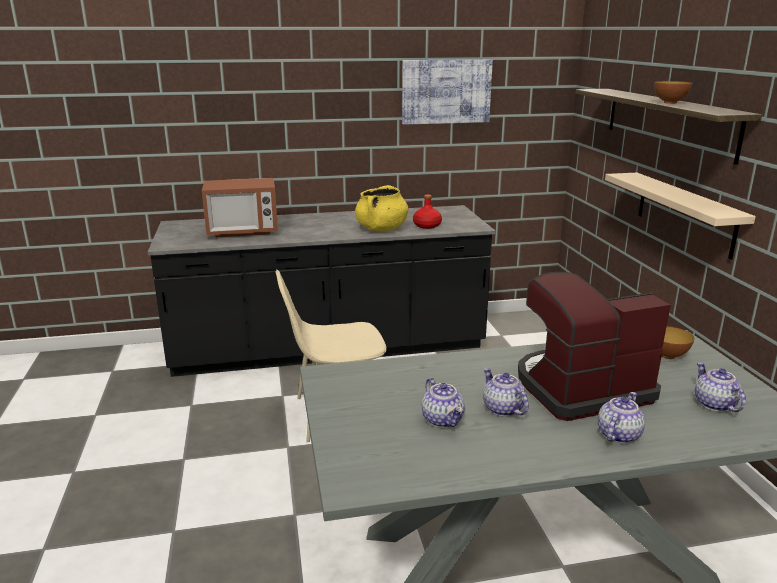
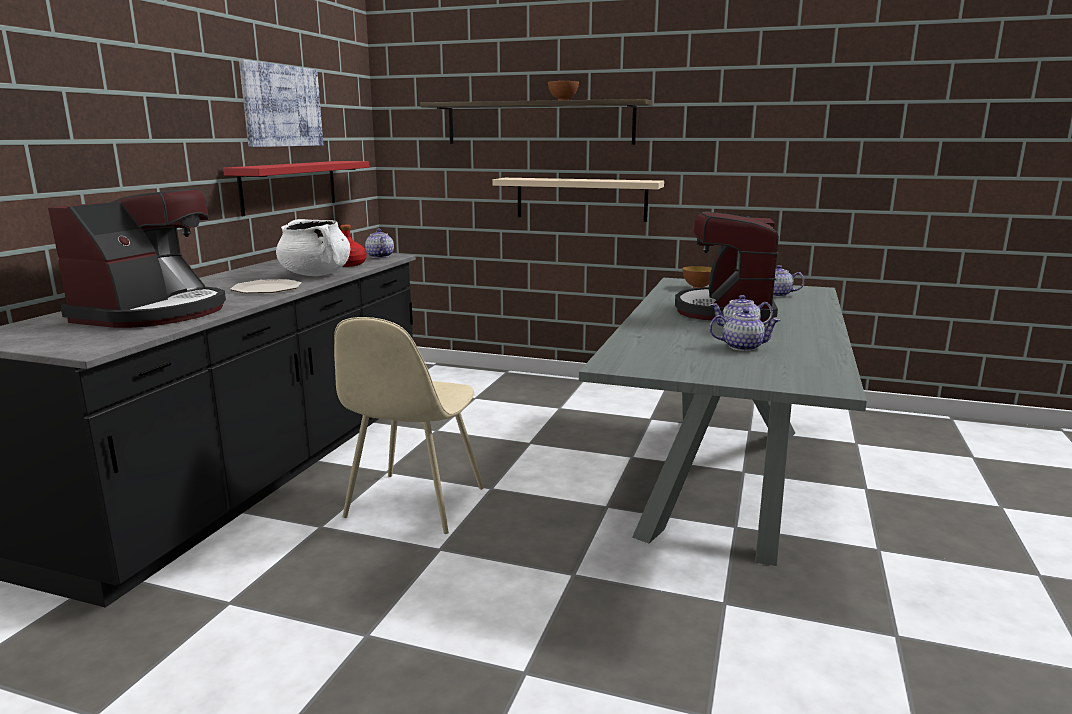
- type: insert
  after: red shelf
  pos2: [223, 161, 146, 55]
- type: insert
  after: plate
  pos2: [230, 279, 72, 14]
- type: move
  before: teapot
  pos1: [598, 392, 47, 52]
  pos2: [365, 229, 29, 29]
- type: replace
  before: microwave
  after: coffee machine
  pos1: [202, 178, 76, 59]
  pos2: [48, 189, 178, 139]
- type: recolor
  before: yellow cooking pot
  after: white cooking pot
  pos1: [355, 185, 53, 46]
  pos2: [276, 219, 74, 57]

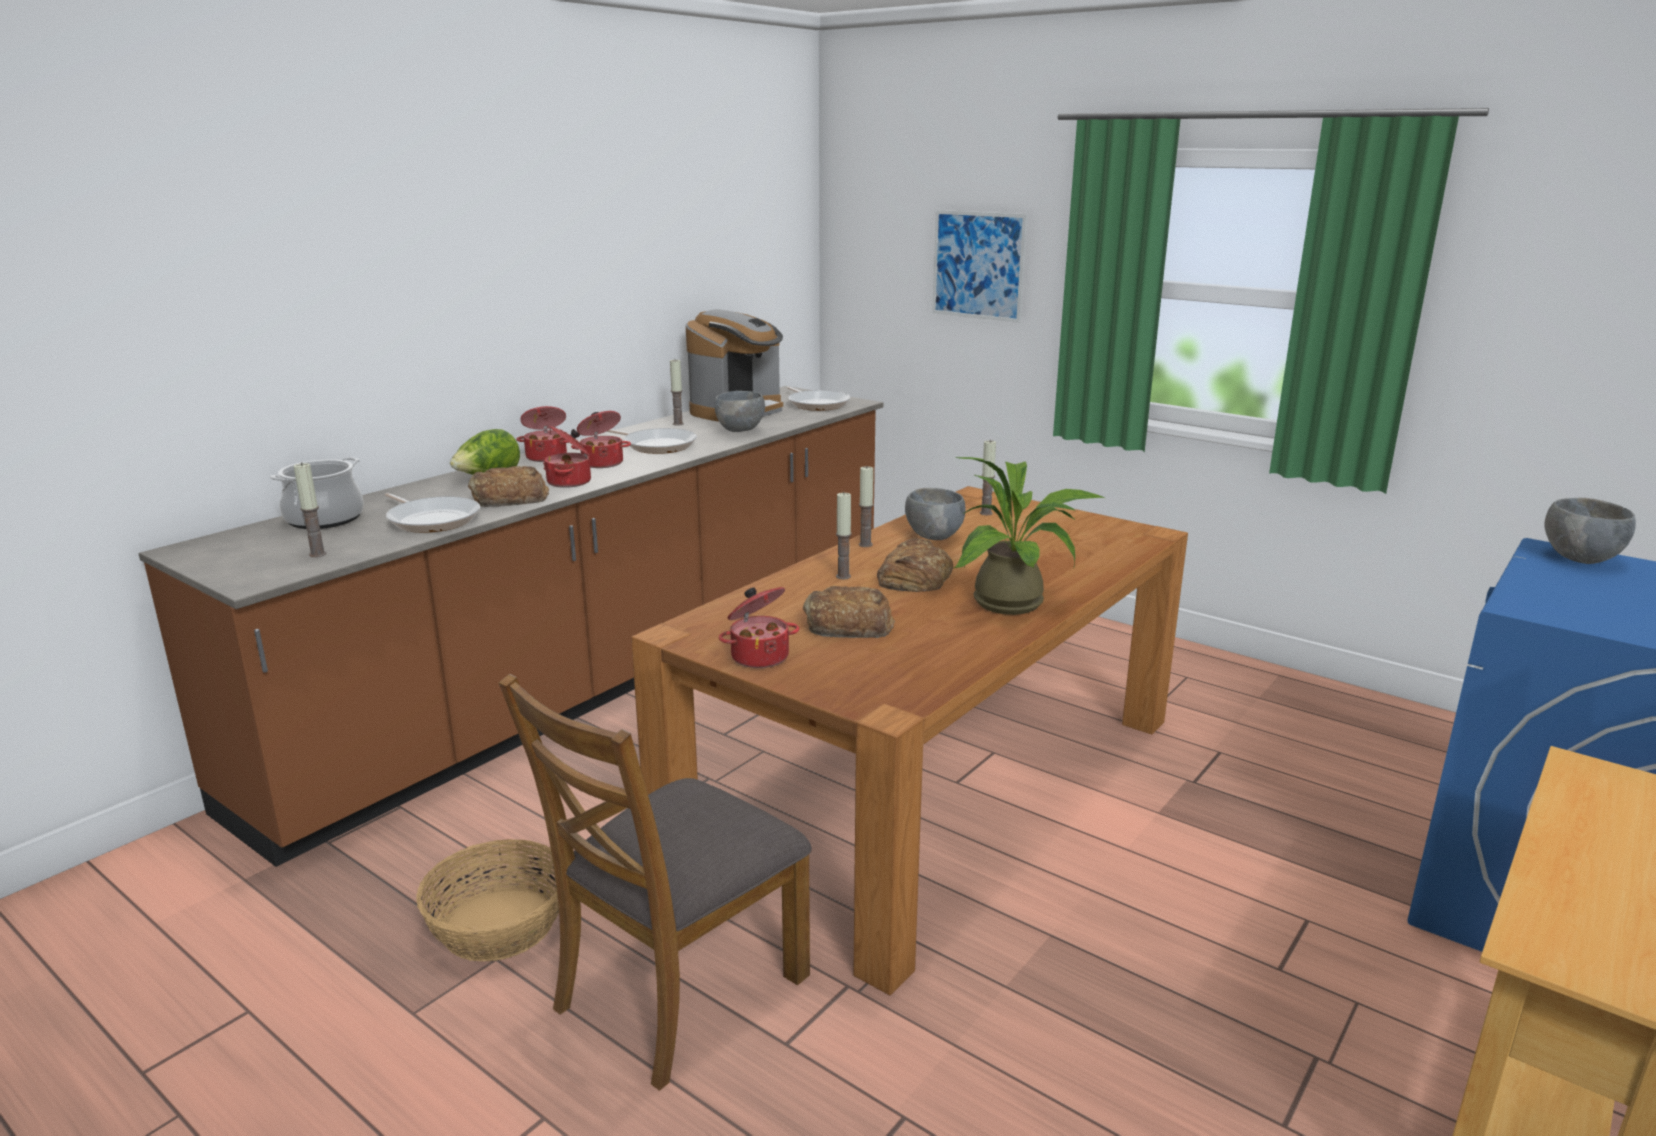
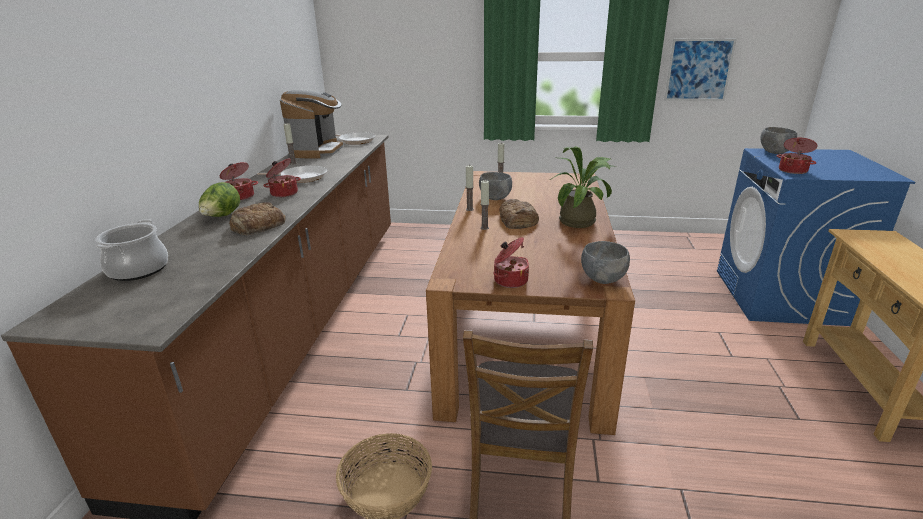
- type: delete
  before: candle
  pos1: [294, 462, 33, 95]
- type: delete
  before: frying pan
  pos1: [385, 493, 95, 40]
- type: delete
  before: bread
  pos1: [803, 586, 92, 52]
- type: move
  before: cooking pot
  pos1: [543, 426, 48, 62]
  pos2: [777, 138, 40, 36]
- type: move
  before: grey bowl
  pos1: [714, 391, 51, 41]
  pos2: [581, 241, 49, 43]
- type: move
  before: picture
  pos1: [932, 210, 95, 113]
  pos2: [664, 38, 73, 63]

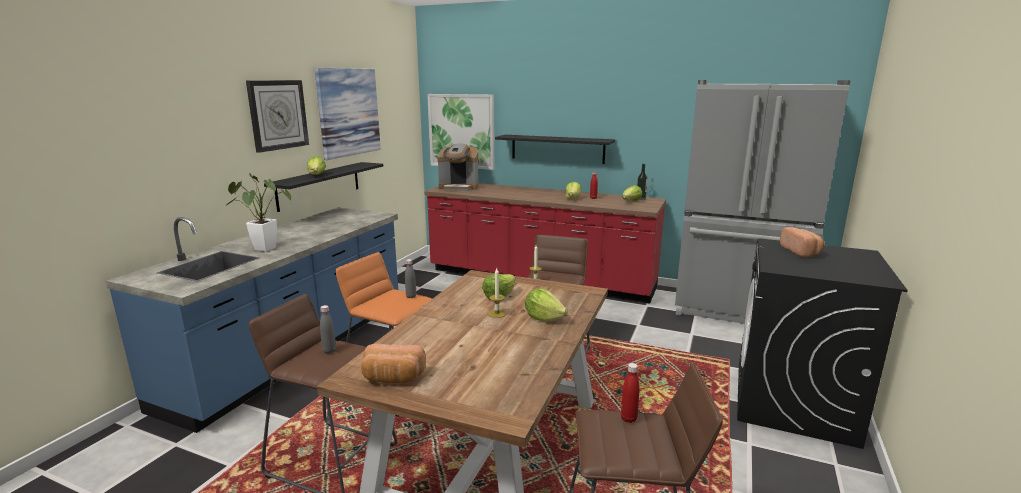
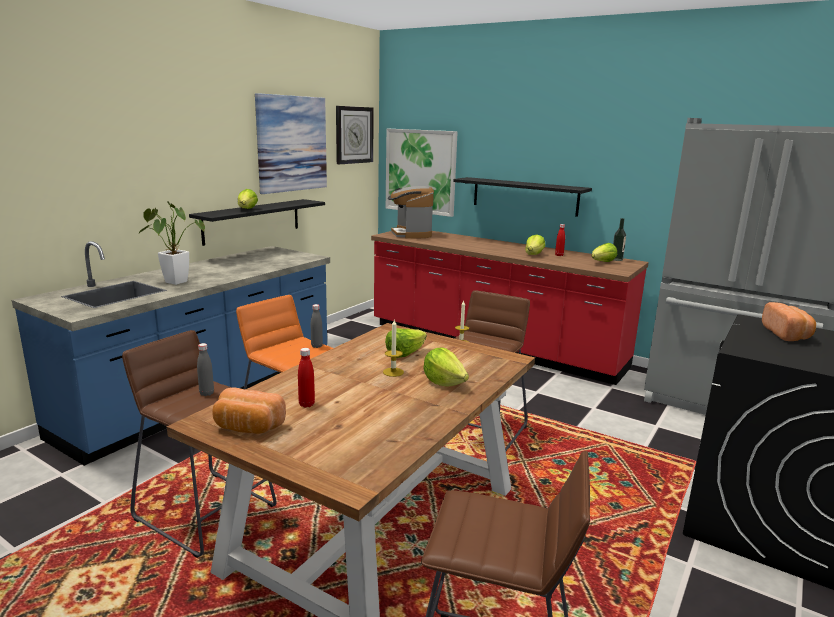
- type: move
  before: wall clock
  pos1: [246, 80, 63, 73]
  pos2: [336, 106, 38, 58]
- type: move
  before: red bottle
  pos1: [621, 363, 18, 60]
  pos2: [298, 348, 17, 60]
- type: rotate
  before: coffee machine
  pos1: [437, 143, 42, 48]
  pos2: [388, 186, 46, 53]
  turn: 60

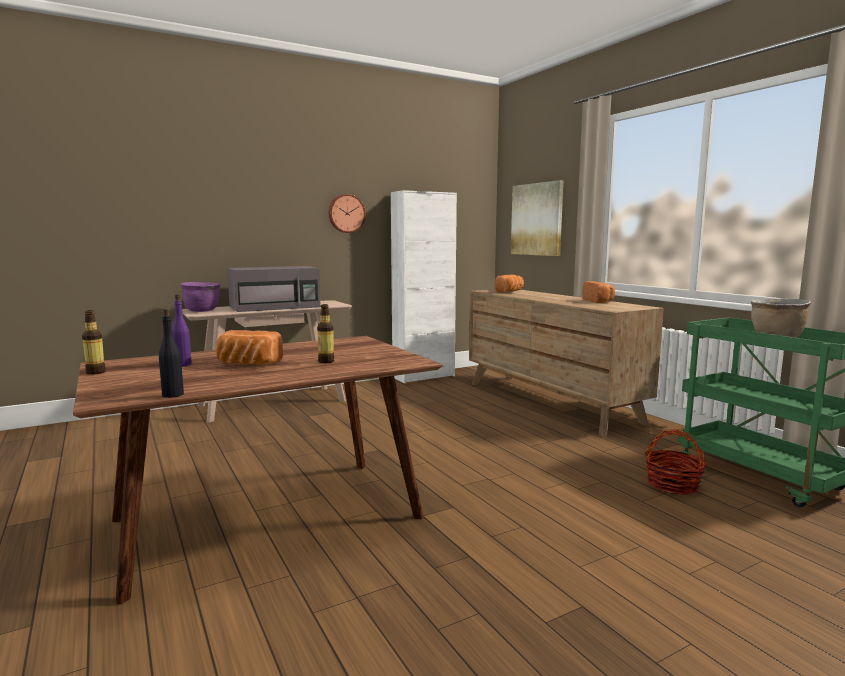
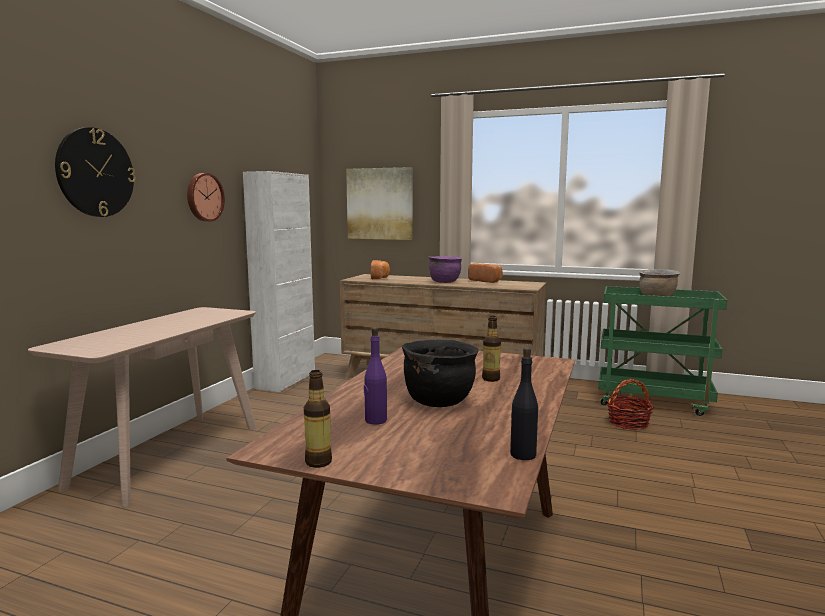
- type: delete
  before: grey microwave
  pos1: [227, 266, 94, 46]
- type: insert
  after: wall clock
  pos2: [55, 127, 81, 90]
- type: move
  before: purple cooking pot
  pos1: [180, 282, 41, 30]
  pos2: [429, 256, 34, 27]
- type: replace
  before: bread
  after: black cooking pot
  pos1: [216, 330, 67, 35]
  pos2: [402, 340, 77, 67]

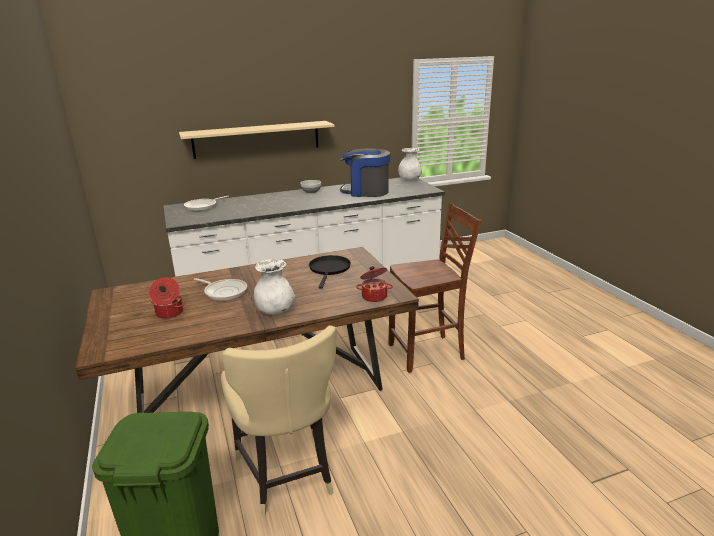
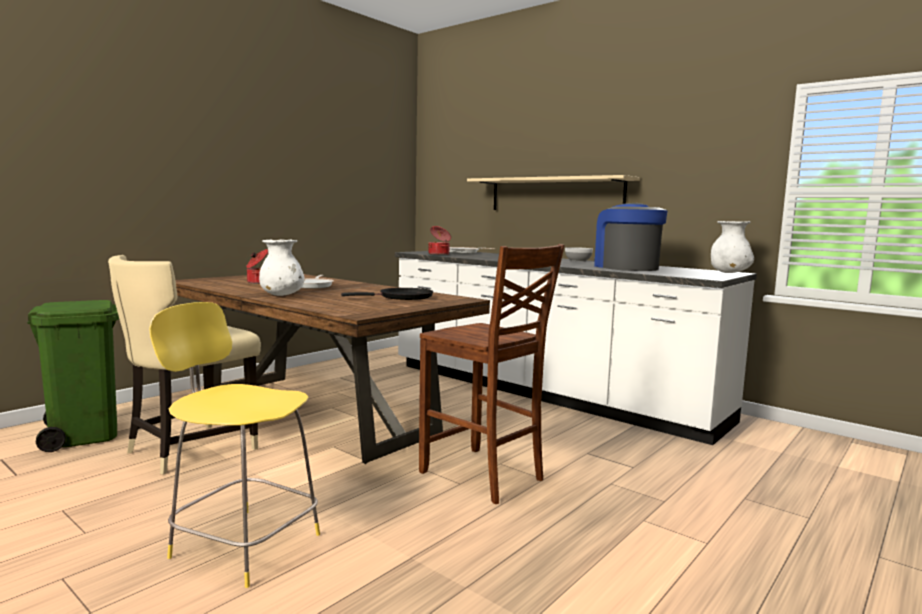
- type: insert
  after: yellow stool
  pos2: [149, 302, 171, 286]
- type: move
  before: cooking pot
  pos1: [356, 266, 37, 36]
  pos2: [429, 226, 22, 29]

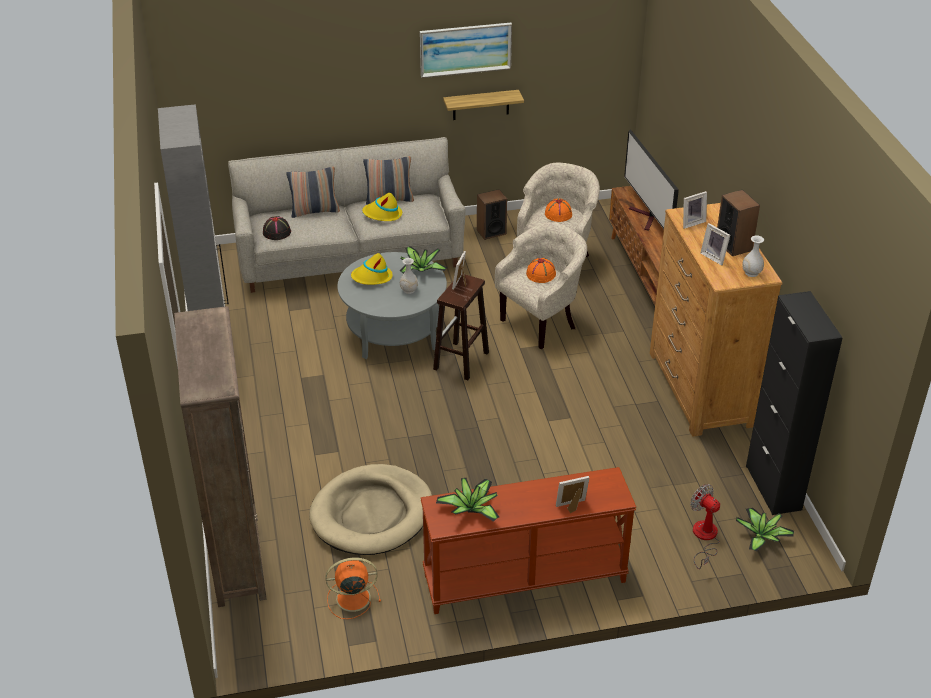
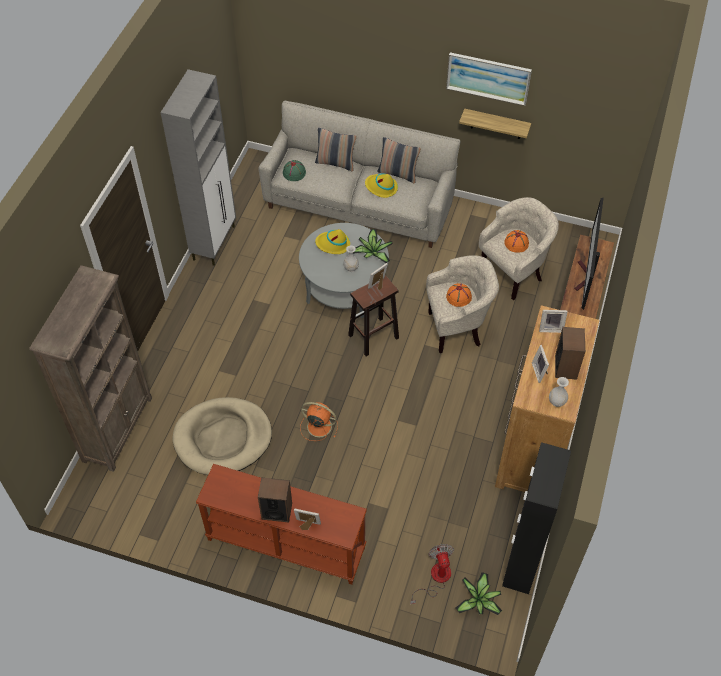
- type: delete
  before: potted plant
  pos1: [436, 478, 63, 44]
- type: move
  before: orange fan
  pos1: [326, 558, 55, 61]
  pos2: [300, 402, 38, 39]
- type: move
  before: speaker
  pos1: [477, 189, 30, 51]
  pos2: [258, 477, 34, 46]
- type: recolor
  before: black hat
  after: green hat
  pos1: [263, 216, 28, 24]
  pos2: [283, 160, 23, 21]

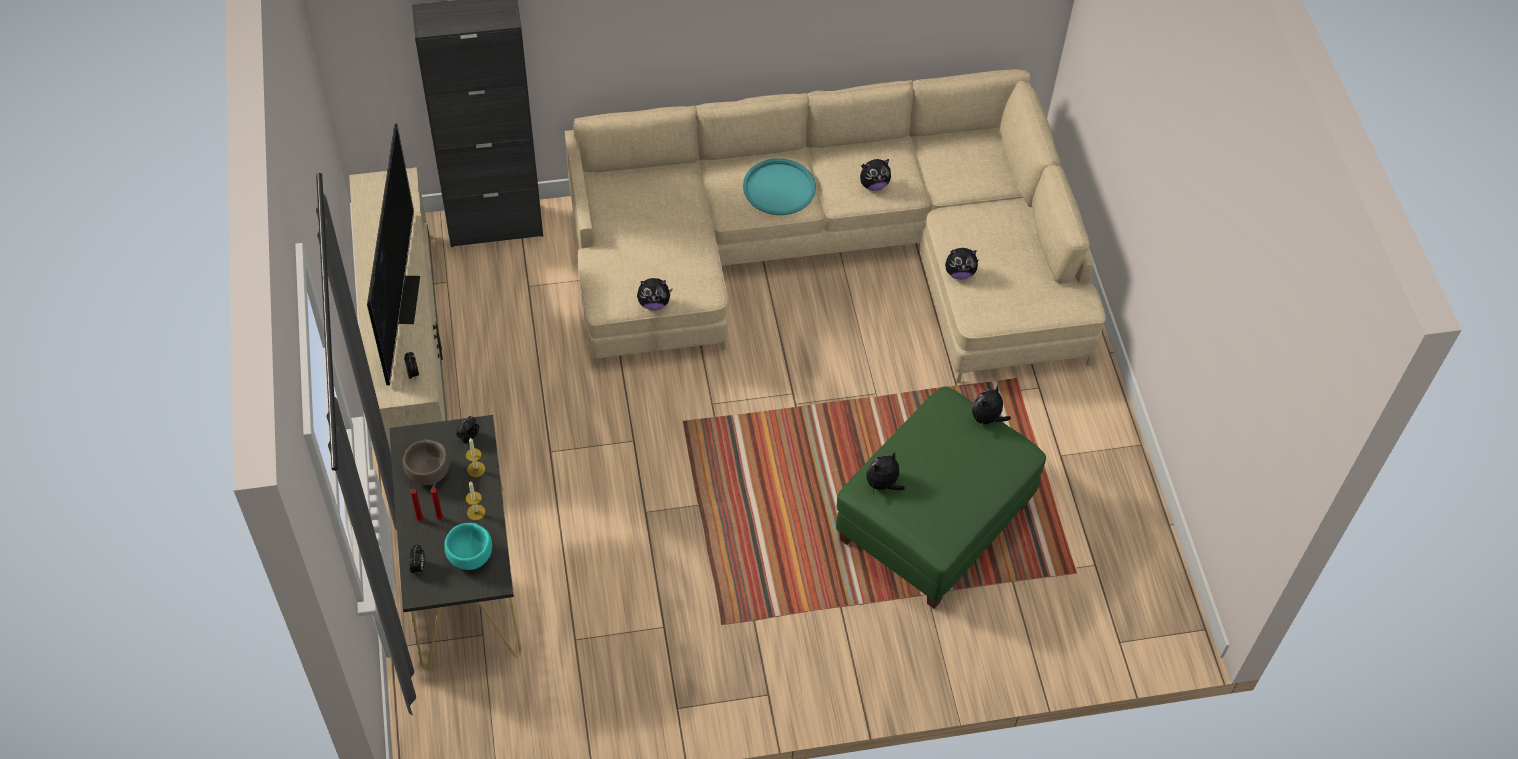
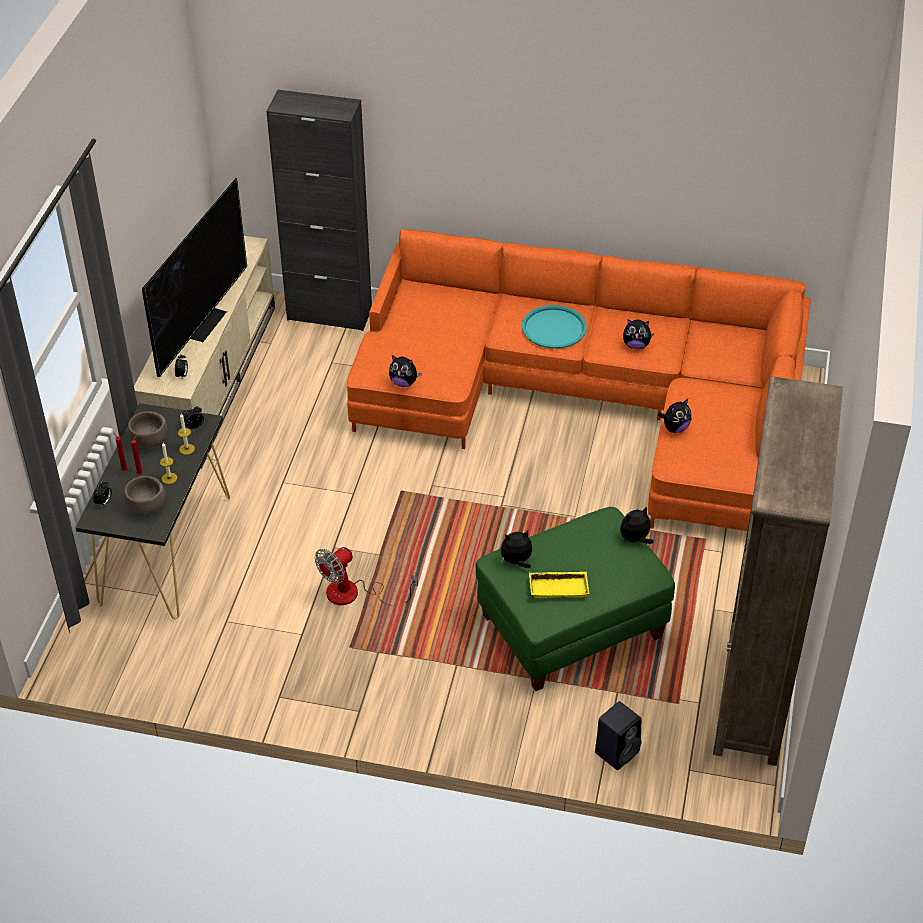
- type: insert
  after: fan
  pos2: [315, 547, 103, 59]
- type: insert
  after: yellow tray
  pos2: [529, 572, 60, 26]
- type: insert
  after: black speaker
  pos2: [595, 701, 46, 69]
- type: insert
  after: brown bookcase
  pos2: [713, 376, 130, 390]
- type: recolor
  before: turquoise bowl
  after: brown bowl
  pos1: [444, 523, 48, 47]
  pos2: [124, 476, 41, 39]
- type: recolor
  before: beige sofa
  after: orange sofa
  pos1: [565, 69, 541, 314]
  pos2: [346, 229, 465, 302]
- type: rotate
  before: plush toy
  pos1: [945, 248, 34, 32]
  pos2: [658, 399, 33, 34]
  turn: -60

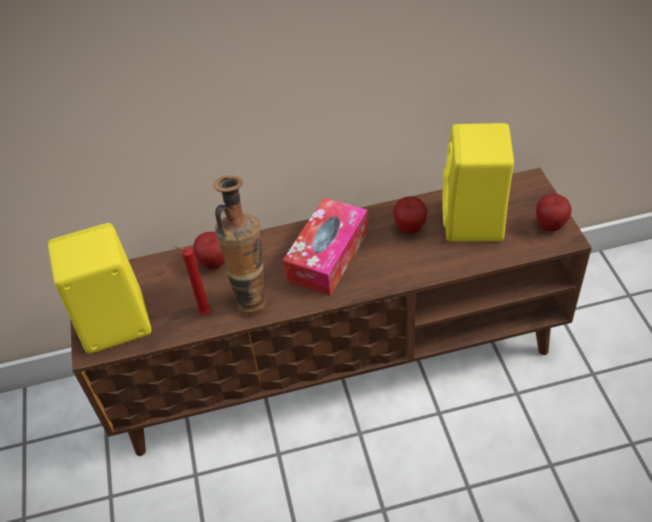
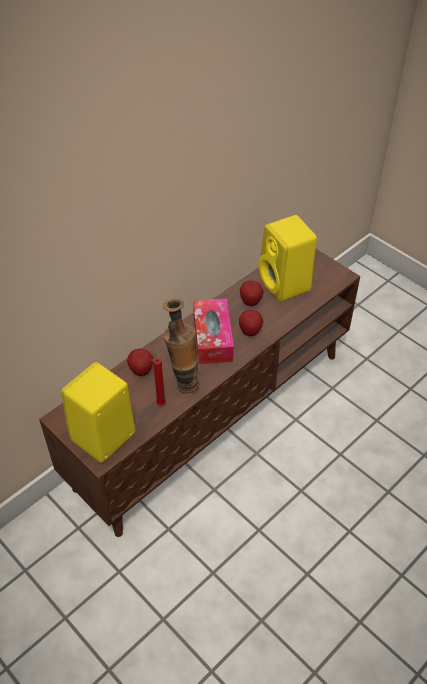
- type: move
  before: apple
  pos1: [536, 193, 36, 38]
  pos2: [239, 310, 24, 26]

